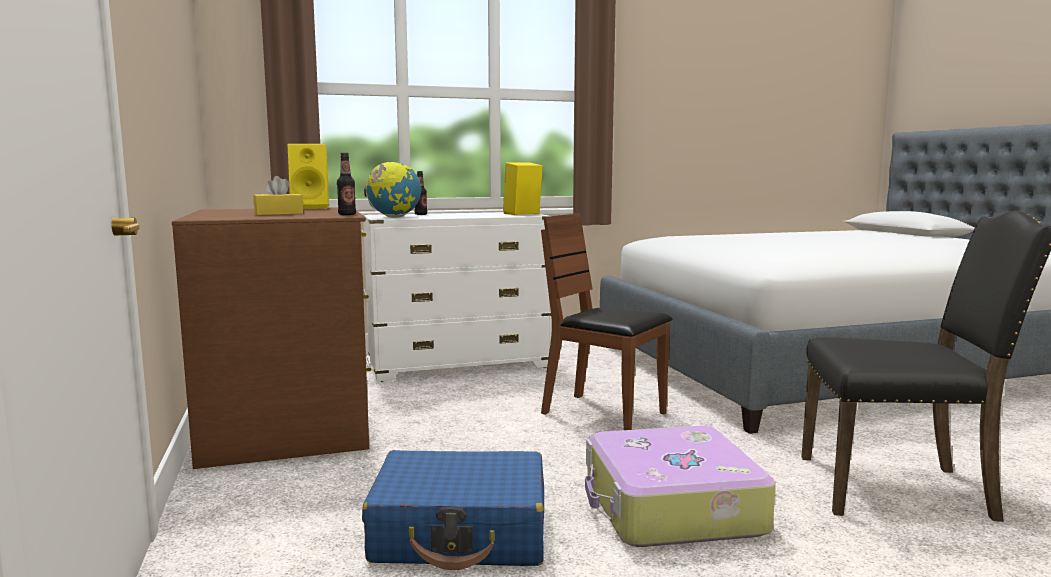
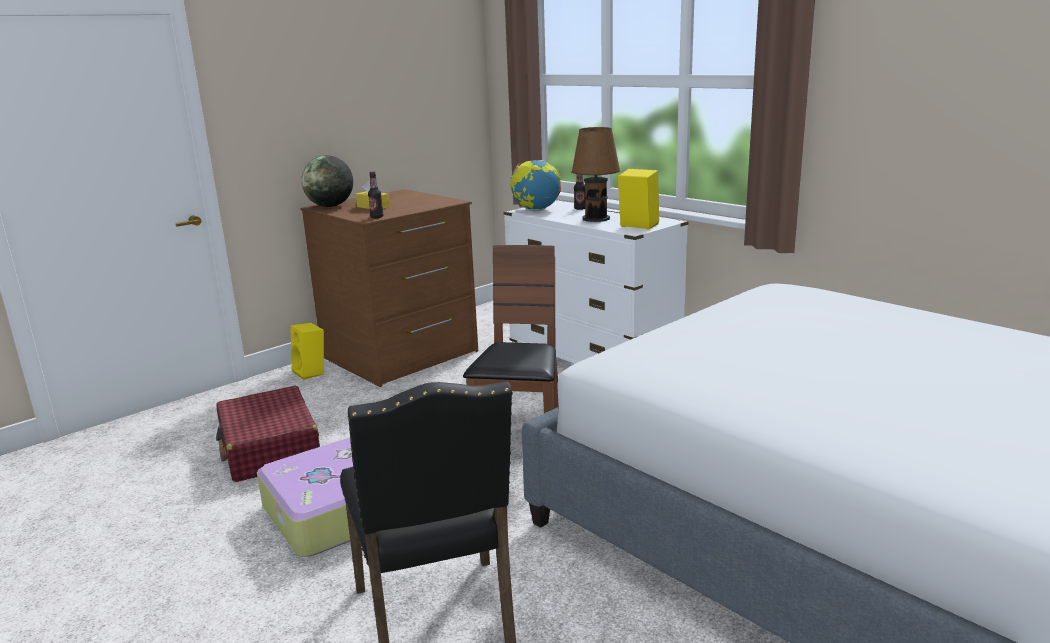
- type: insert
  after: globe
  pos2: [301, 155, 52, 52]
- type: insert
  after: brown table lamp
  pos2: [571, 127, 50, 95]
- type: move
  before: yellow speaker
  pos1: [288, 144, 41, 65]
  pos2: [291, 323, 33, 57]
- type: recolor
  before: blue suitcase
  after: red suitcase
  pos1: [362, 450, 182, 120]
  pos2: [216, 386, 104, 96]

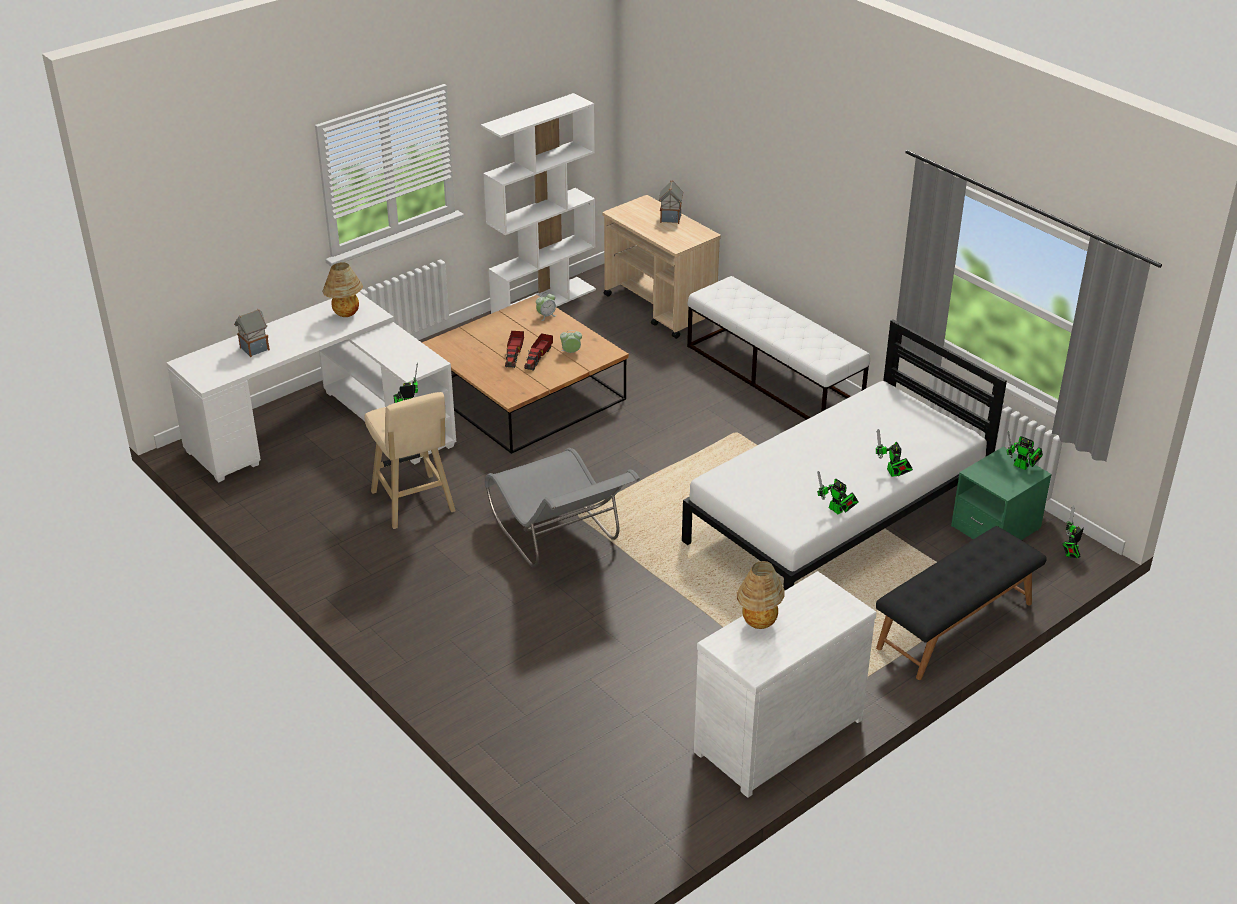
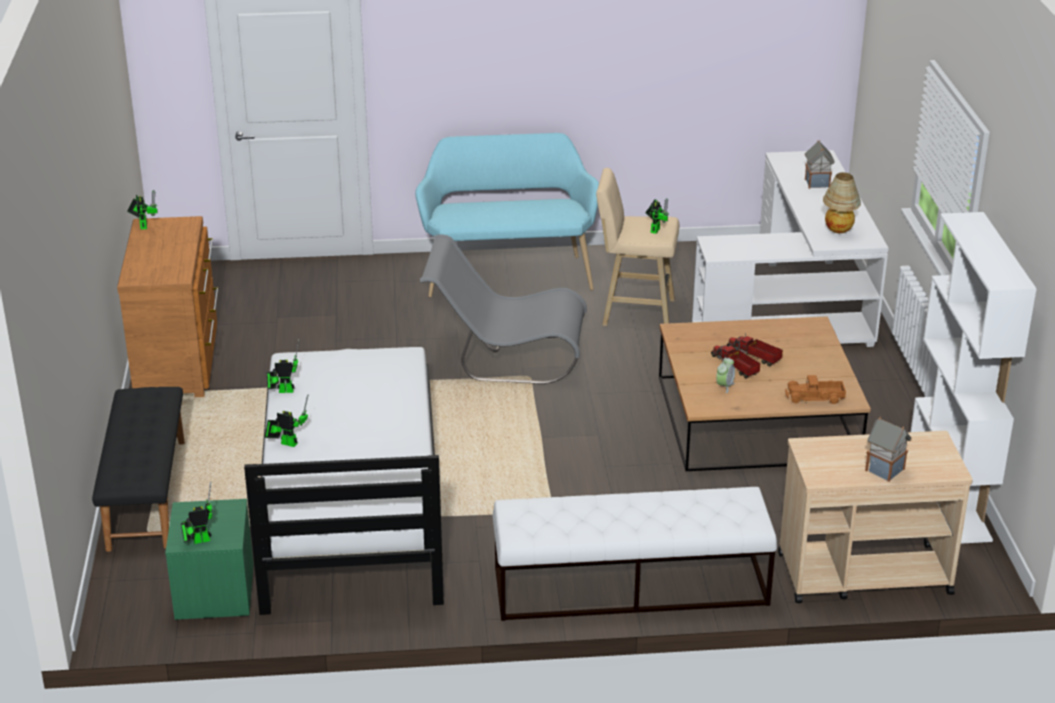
- type: delete
  before: table lamp
  pos1: [737, 561, 48, 68]
- type: insert
  after: turquoise bench
  pos2: [415, 133, 184, 164]
- type: move
  before: toy robot
  pos1: [1062, 506, 22, 52]
  pos2: [127, 190, 31, 40]
- type: replace
  before: alarm clock
  after: toy truck
  pos1: [536, 292, 21, 29]
  pos2: [785, 375, 61, 29]
- type: recolor
  before: white dresser
  after: brown dresser
  pos1: [694, 571, 183, 227]
  pos2: [117, 216, 101, 181]

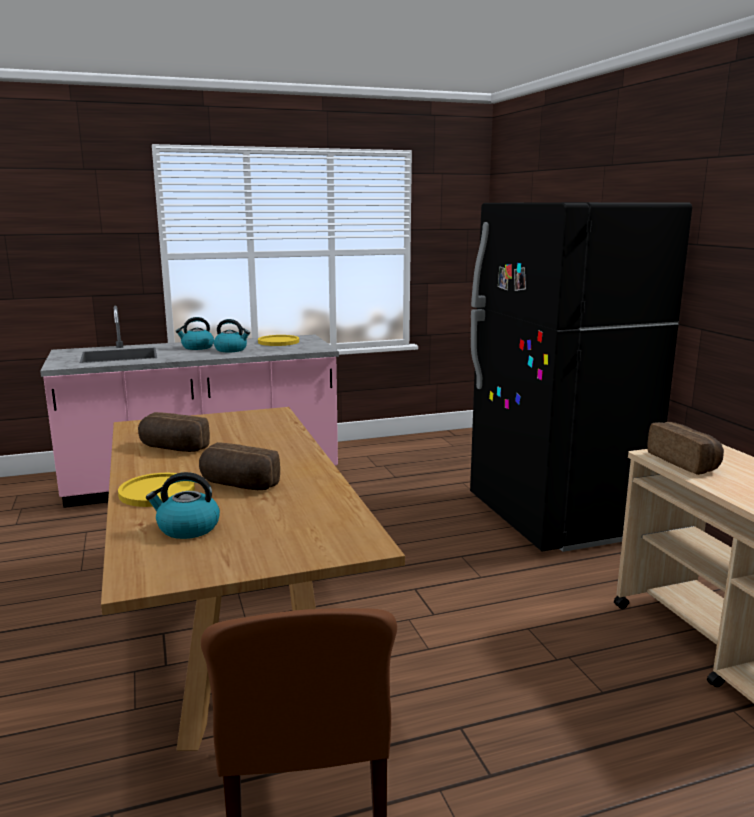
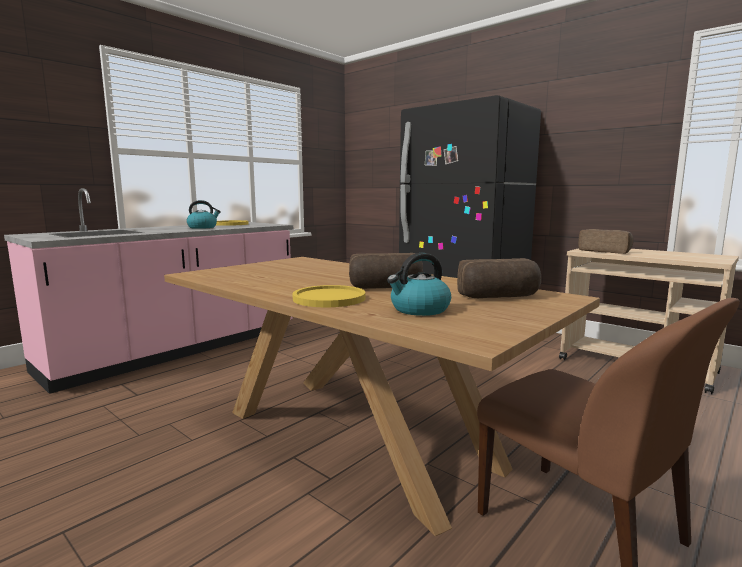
- type: delete
  before: kettle
  pos1: [176, 317, 38, 33]
- type: move
  before: bread
  pos1: [138, 412, 72, 40]
  pos2: [457, 258, 84, 40]

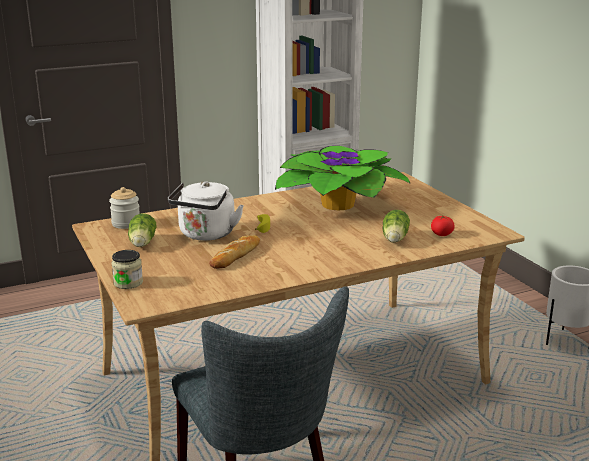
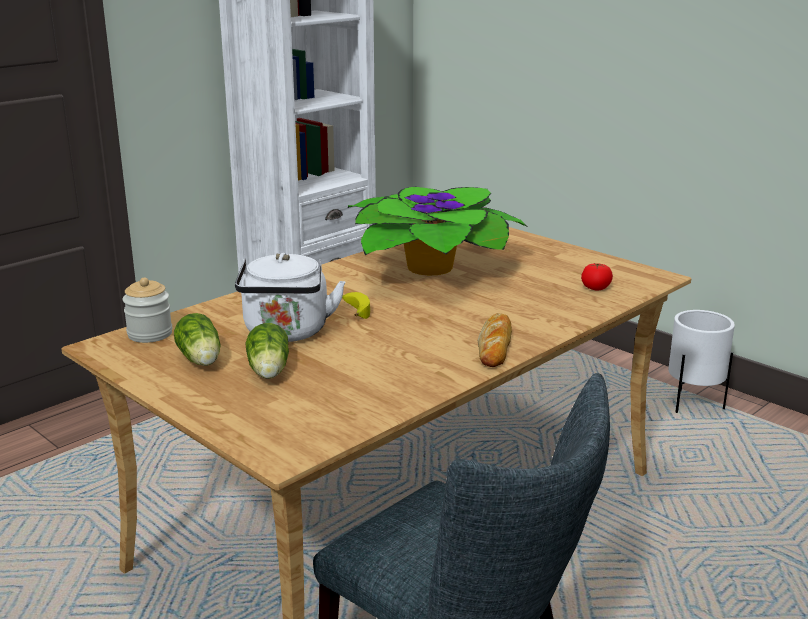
- type: delete
  before: jar
  pos1: [112, 250, 31, 39]
- type: move
  before: bread
  pos1: [209, 235, 51, 34]
  pos2: [478, 313, 34, 54]
- type: move
  before: lettuce
  pos1: [383, 210, 27, 33]
  pos2: [245, 323, 44, 56]

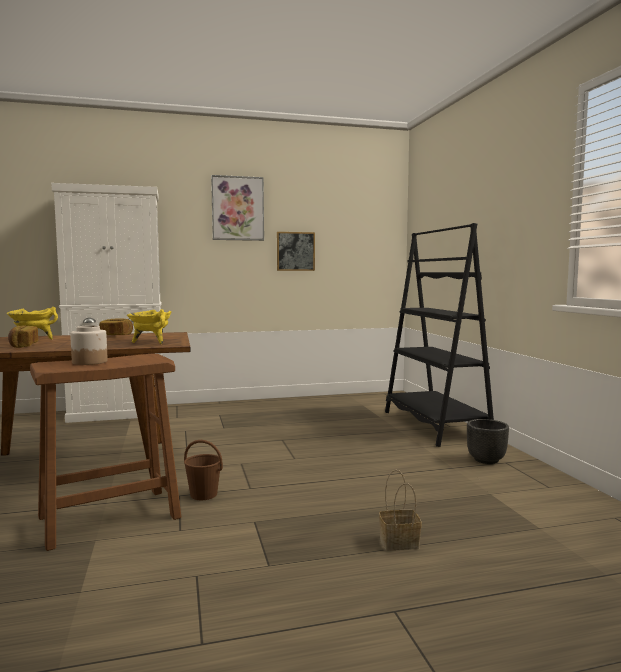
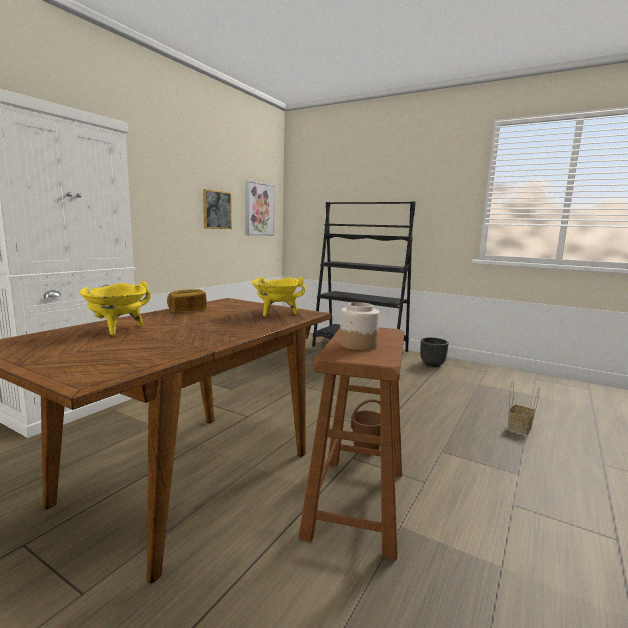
- type: delete
  before: bread
  pos1: [8, 325, 30, 23]
- type: move
  before: picture
  pos1: [211, 175, 53, 66]
  pos2: [245, 181, 30, 55]

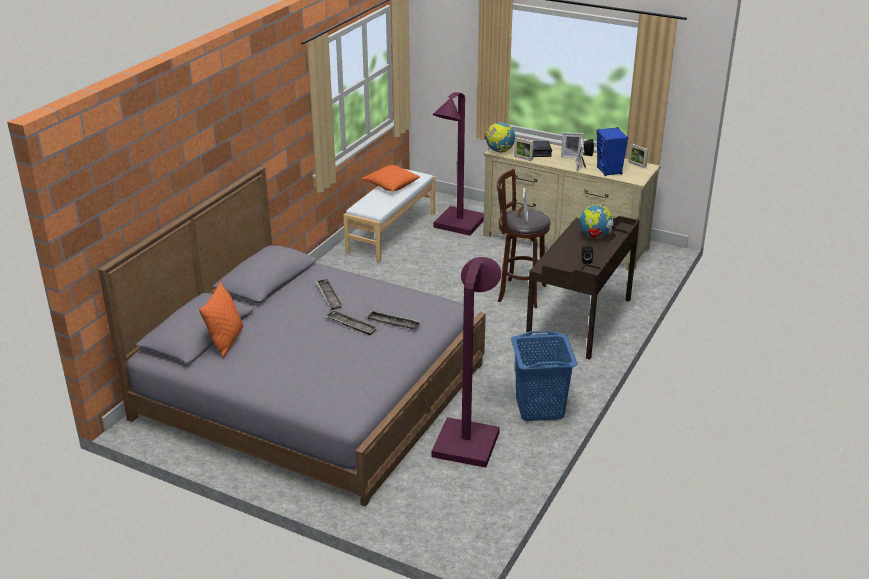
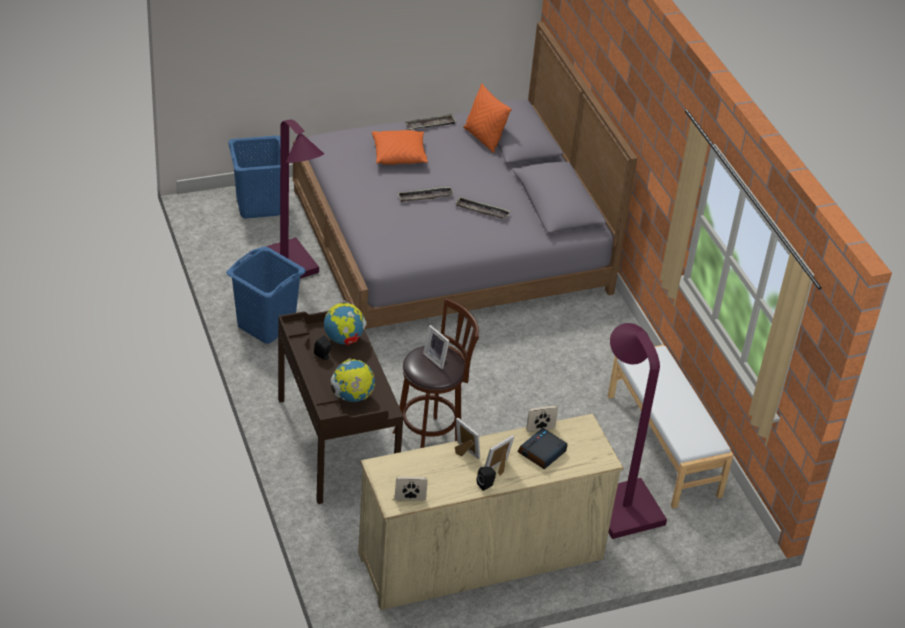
- type: delete
  before: blue speaker
  pos1: [596, 127, 32, 49]
- type: insert
  after: blue laundry basket
  pos2: [228, 135, 52, 84]
- type: move
  before: orange pillow
  pos1: [362, 165, 58, 27]
  pos2: [372, 130, 56, 35]
- type: move
  before: tray
  pos1: [366, 310, 55, 19]
  pos2: [404, 114, 52, 16]
- type: move
  before: globe
  pos1: [485, 122, 30, 31]
  pos2: [324, 301, 43, 44]

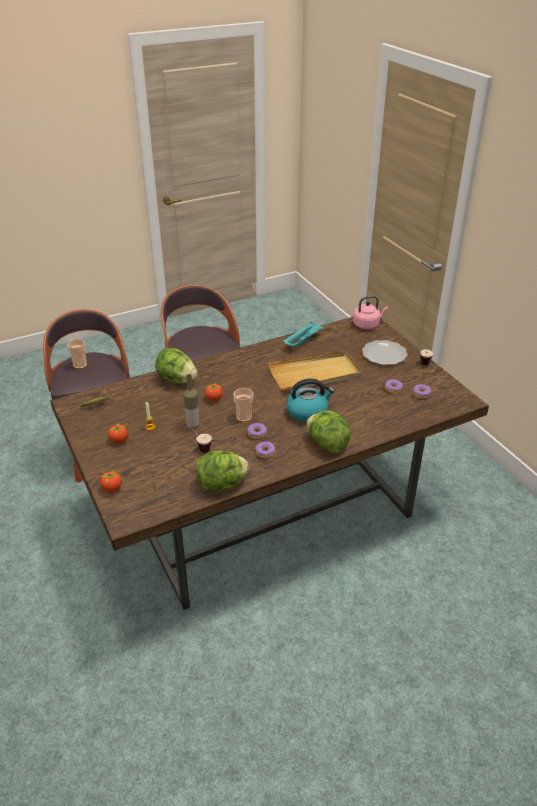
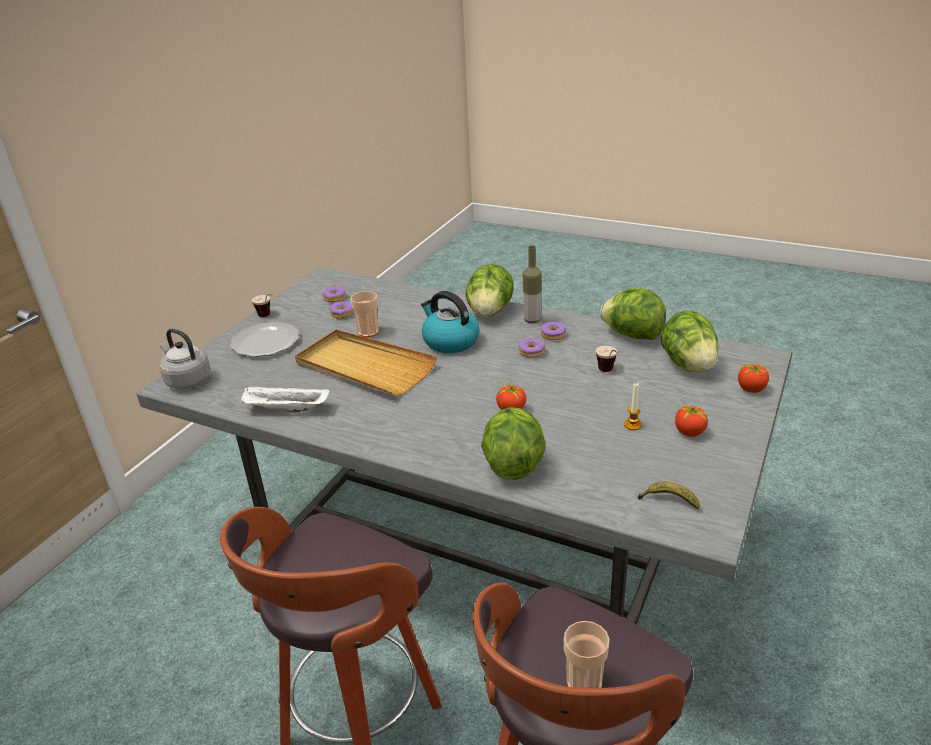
- type: insert
  after: lettuce
  pos2: [661, 311, 57, 61]
- type: move
  before: bottle
  pos1: [183, 374, 16, 55]
  pos2: [523, 246, 19, 77]
- type: move
  before: cup
  pos1: [233, 388, 20, 34]
  pos2: [351, 291, 28, 47]
- type: recolor
  before: brown dining table
  after: grey dining table
  pos1: [50, 317, 439, 293]
  pos2: [137, 268, 655, 357]
- type: recolor
  before: turquoise tray
  after: white tray
  pos1: [283, 322, 41, 25]
  pos2: [240, 386, 90, 26]
- type: recolor
  before: pink kettle
  after: grey kettle
  pos1: [353, 296, 35, 33]
  pos2: [159, 328, 52, 61]

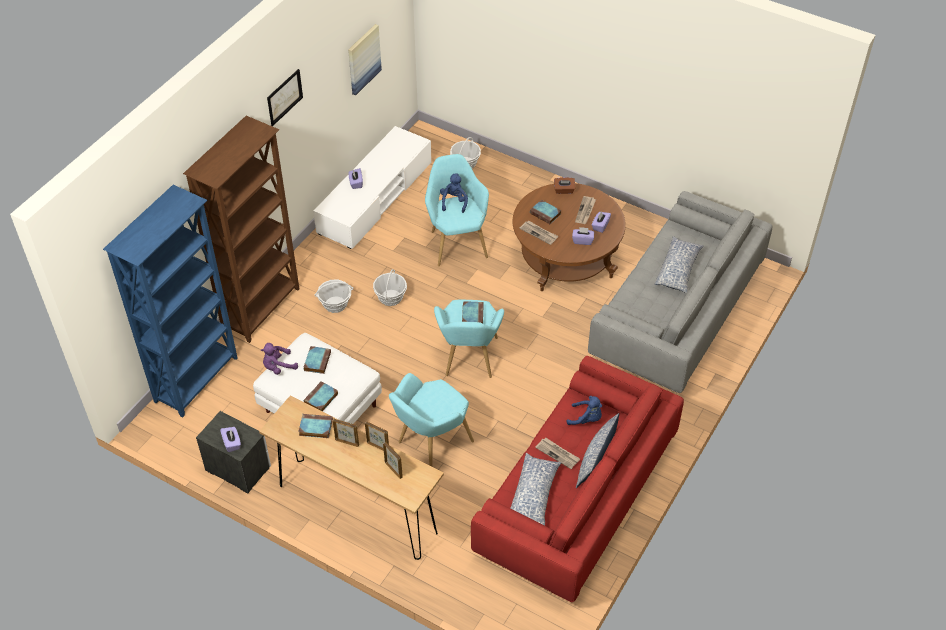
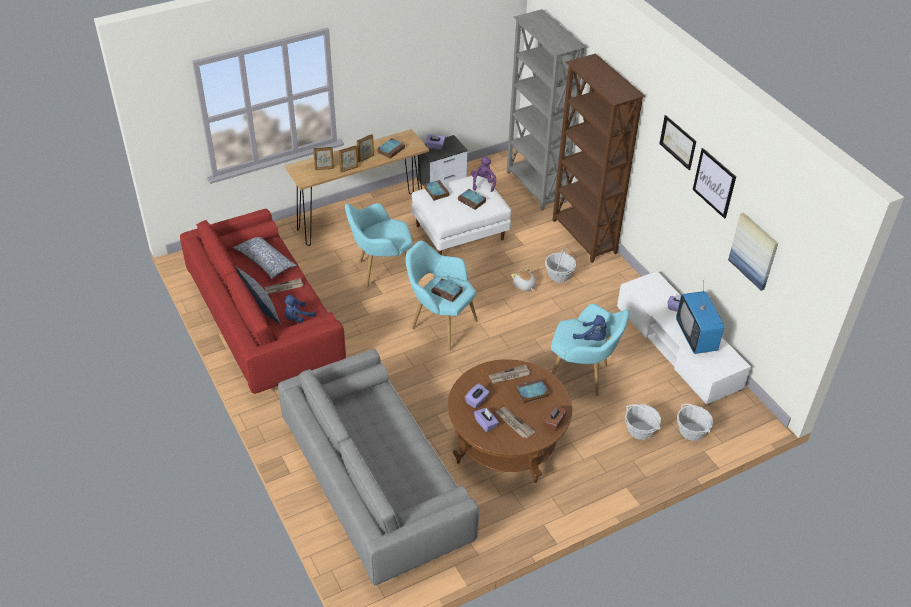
- type: delete
  before: pillow
  pos1: [654, 236, 49, 57]
- type: insert
  after: plush toy
  pos2: [511, 267, 25, 24]
- type: insert
  after: television
  pos2: [676, 281, 48, 73]
- type: insert
  after: picture
  pos2: [693, 148, 43, 71]
- type: move
  before: basket
  pos1: [373, 269, 34, 37]
  pos2: [625, 404, 36, 36]
- type: recolor
  before: blue bookcase
  after: grey bookcase
  pos1: [103, 185, 135, 232]
  pos2: [507, 9, 79, 202]
- type: rotate
  before: turquoise armchair
  pos1: [389, 373, 85, 94]
  pos2: [345, 203, 68, 85]
  turn: -90

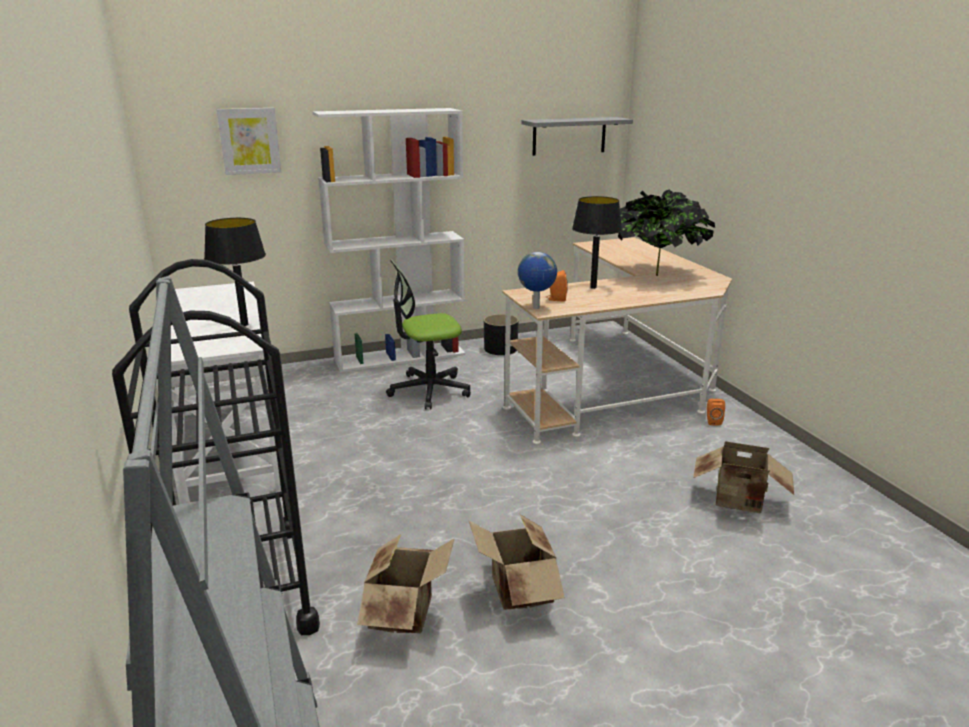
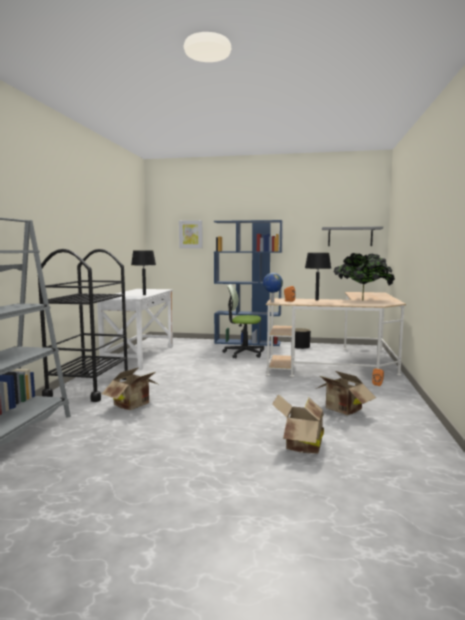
- type: move
  before: cardboard box
  pos1: [469, 514, 96, 96]
  pos2: [272, 394, 52, 60]
- type: recolor
  before: white bookcase
  after: blue bookcase
  pos1: [313, 108, 152, 264]
  pos2: [214, 220, 69, 126]

